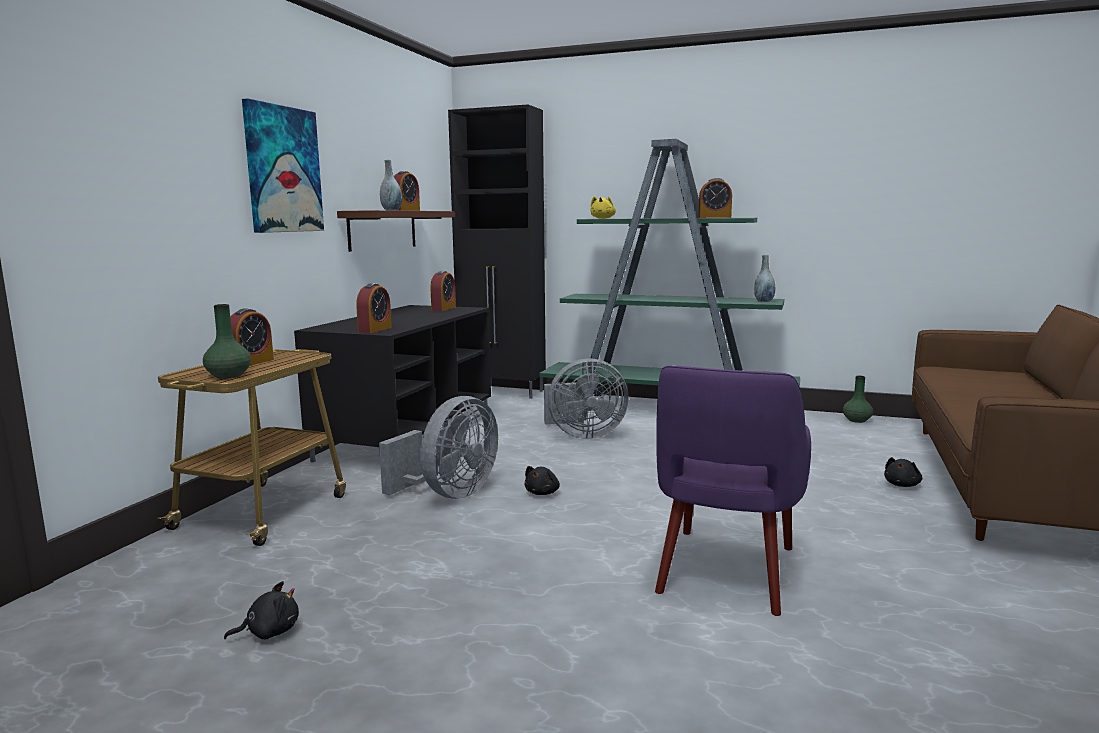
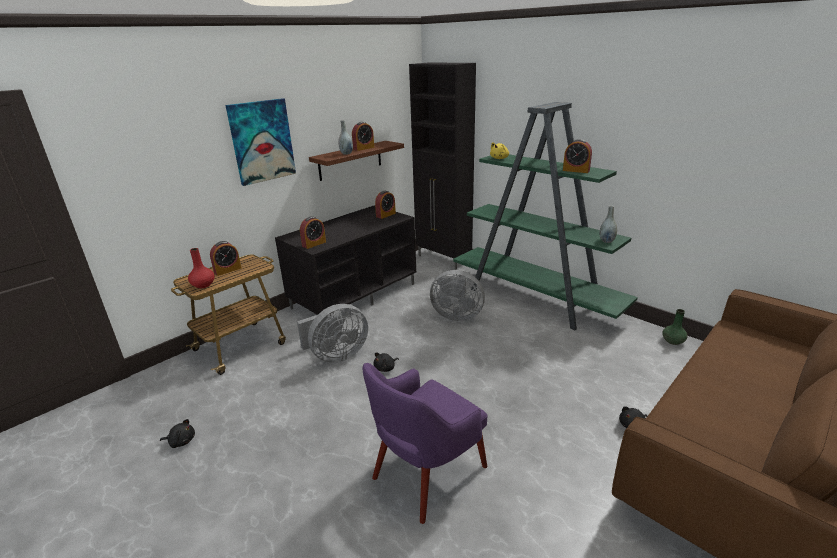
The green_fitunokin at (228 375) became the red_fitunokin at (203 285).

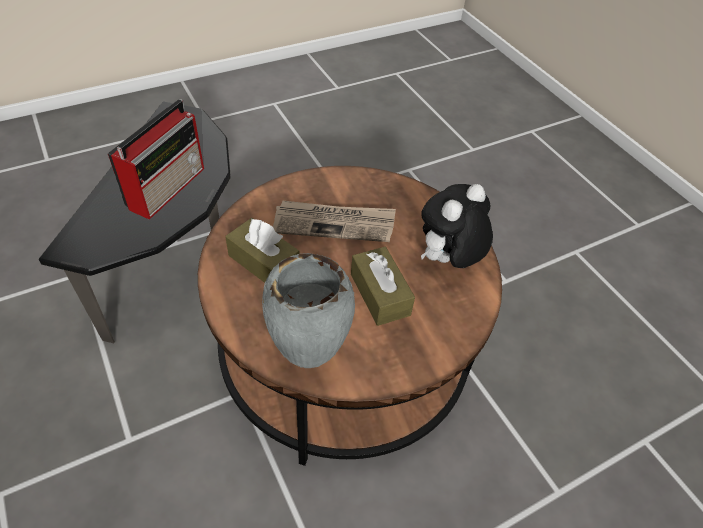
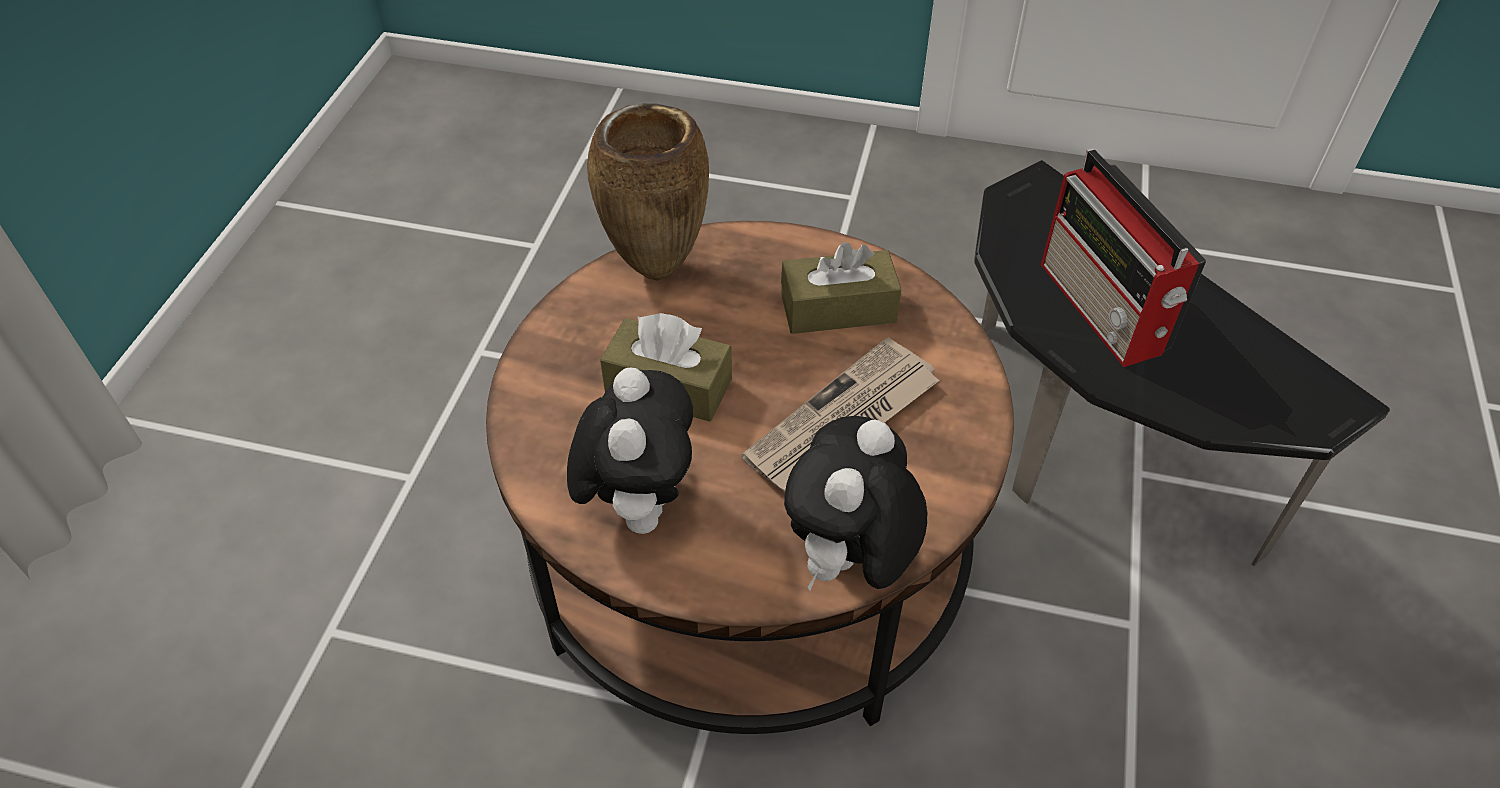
The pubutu at (849 562) appeared. The grey_fitunokin at (308 359) became the brown_fitunokin at (656 269).

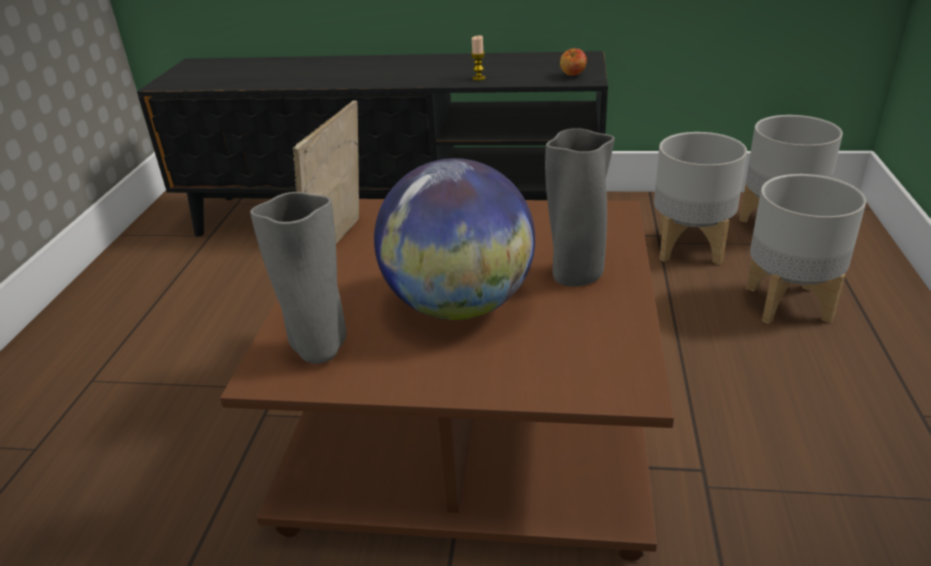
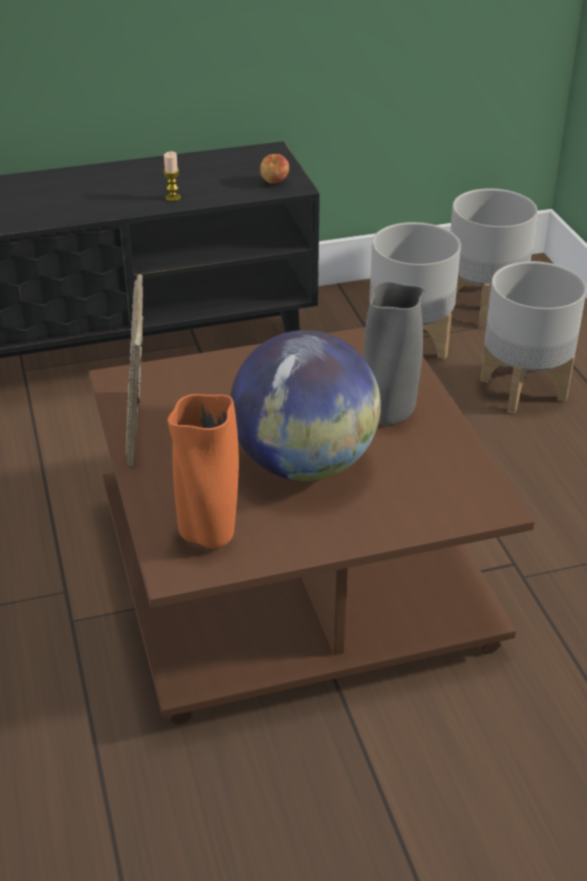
The grey_fitunokin at (319 351) became the orange_fitunokin at (208 536).

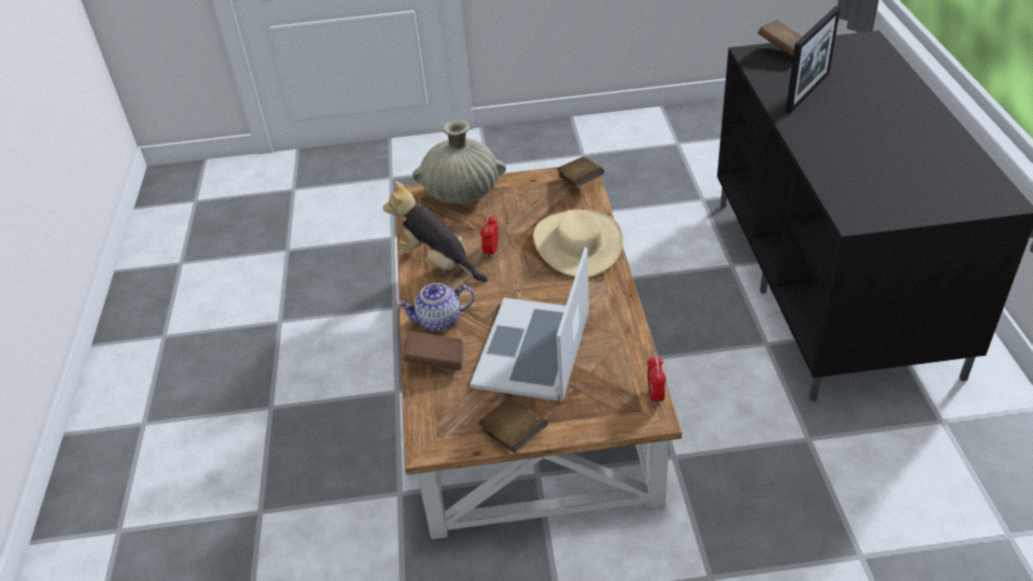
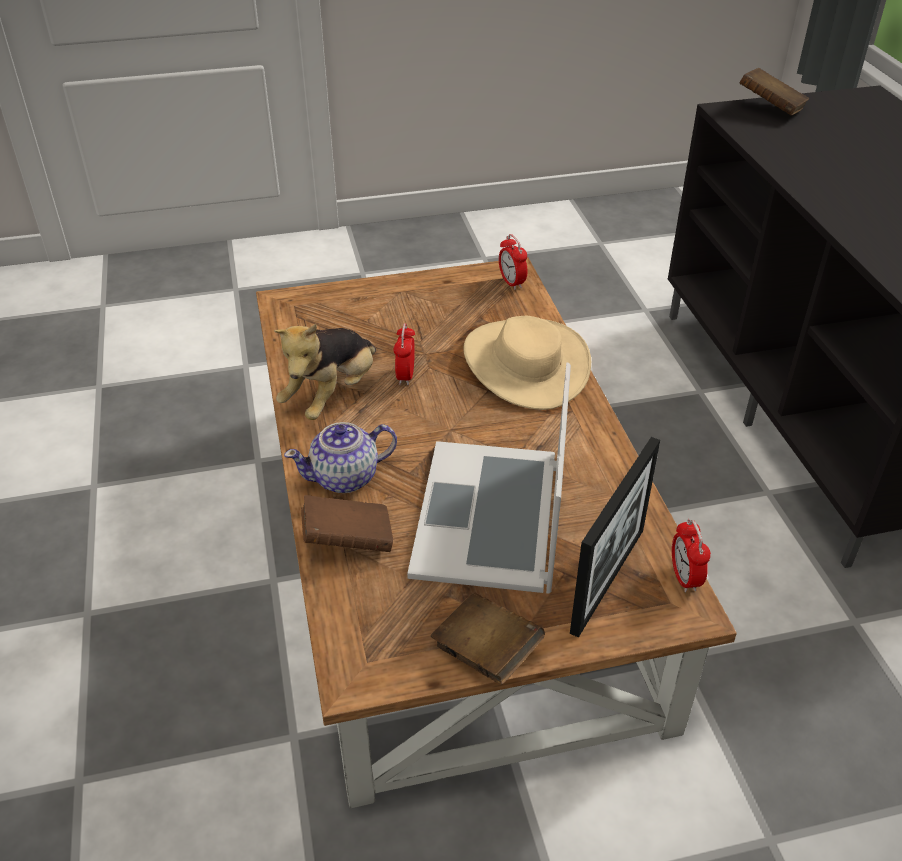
The beige_fitunokin at (462 193) disappeared. The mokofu moved from (807 92) to (608 579). The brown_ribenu at (580 182) was replaced by the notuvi at (512 283). The pubutu at (438 263) turned 90 degrees counterclockwise.

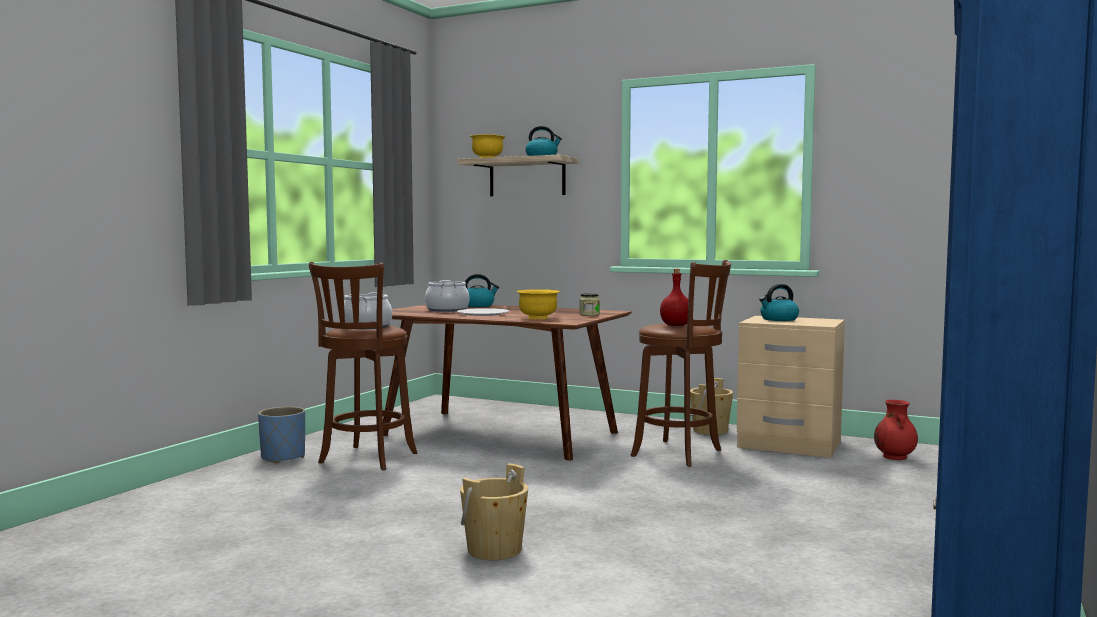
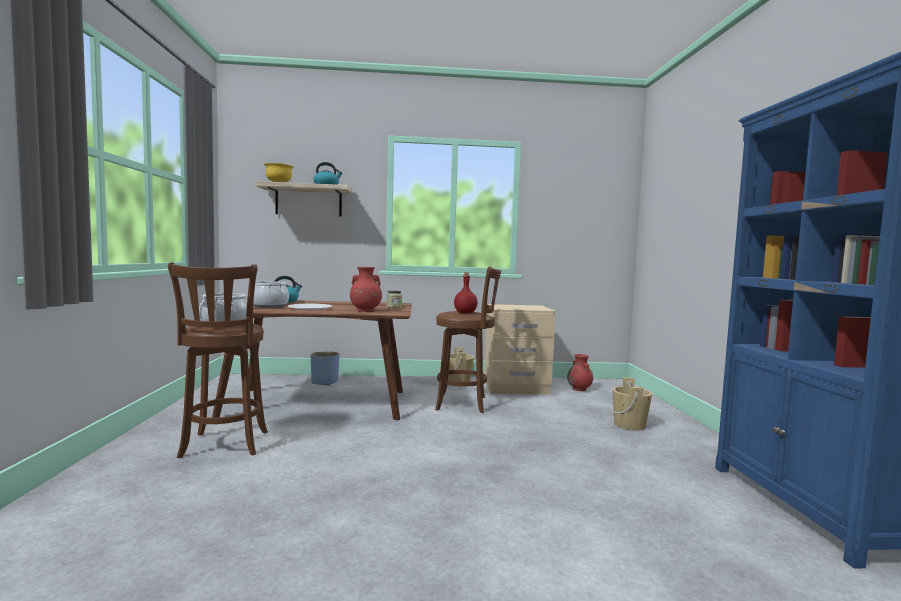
The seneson at (778 319) disappeared. The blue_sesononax moved from (283 457) to (324 382). The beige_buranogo moved from (494 550) to (629 425). The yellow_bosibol at (538 318) was replaced by the red_fitunokin at (365 310).

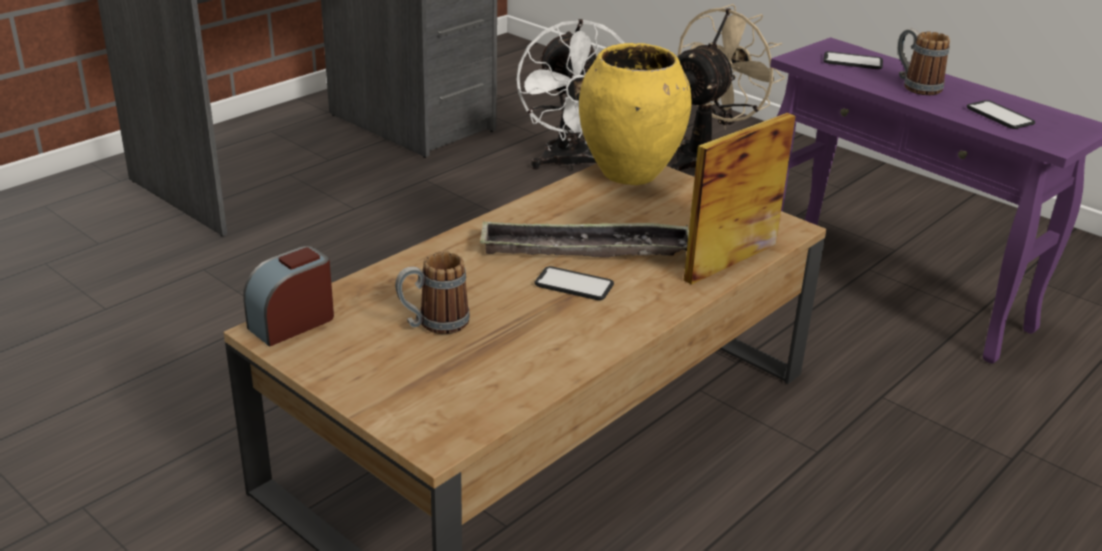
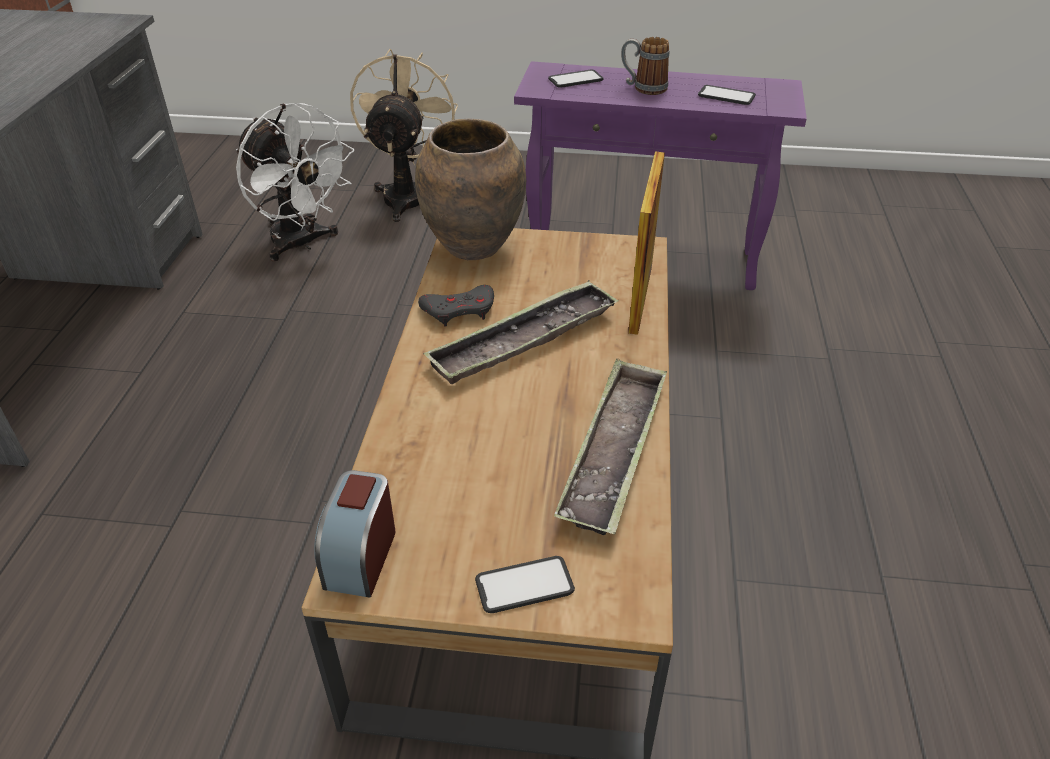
The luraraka at (433 324) disappeared. The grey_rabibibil at (459 310) appeared. The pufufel at (614 451) appeared. The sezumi moved from (574 285) to (524 585). The yellow_fitunokin at (630 174) became the brown_fitunokin at (474 247).

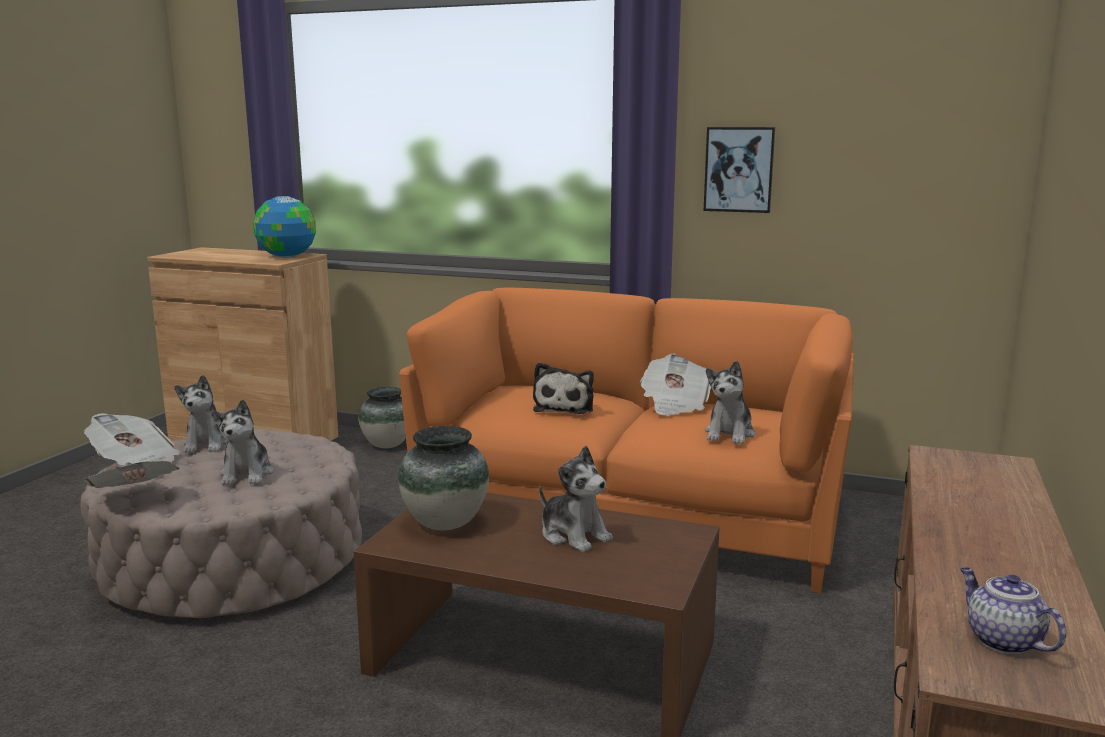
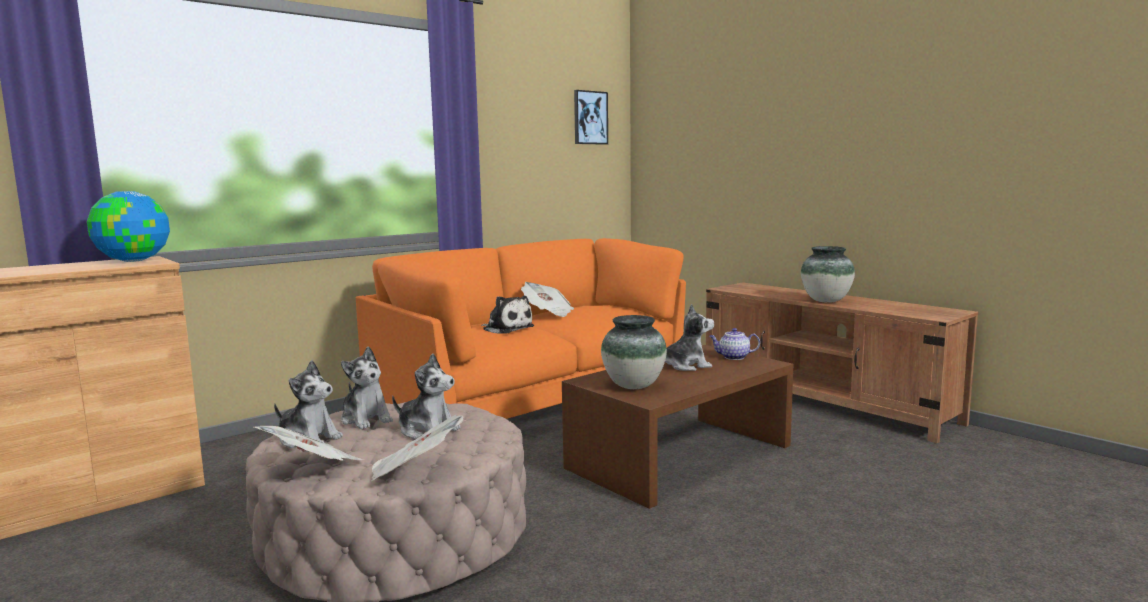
The fitunokin moved from (386 445) to (825 301). The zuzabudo moved from (739 169) to (590 117). The pubutu moved from (729 434) to (366 419). The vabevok moved from (1002 640) to (733 357).

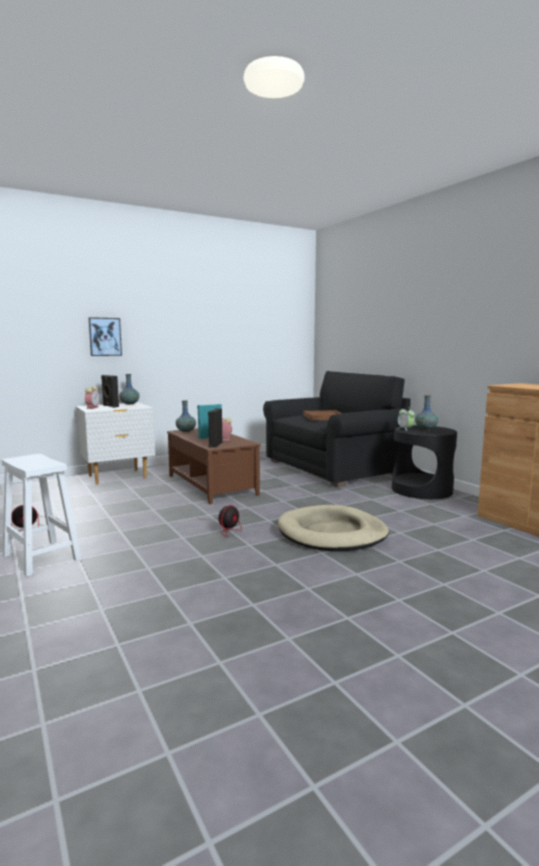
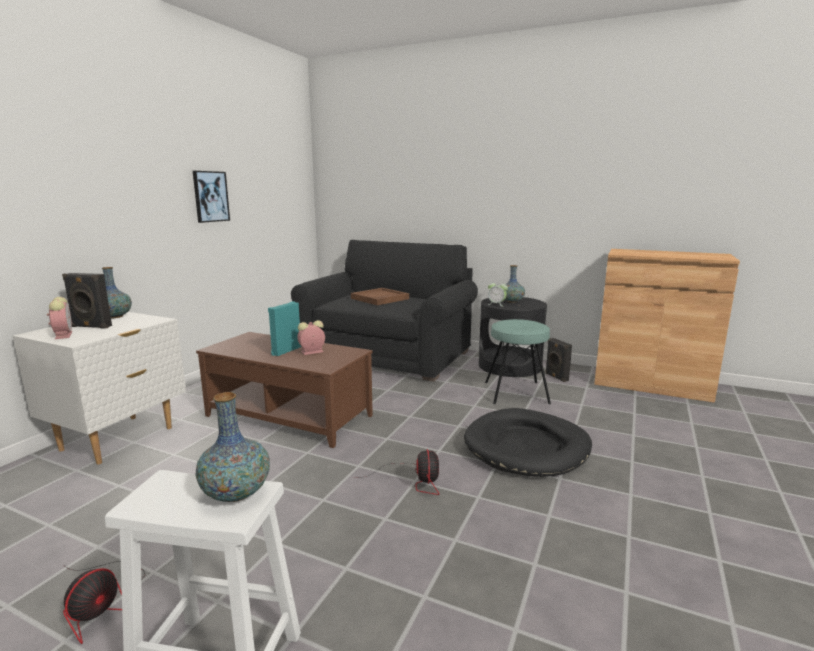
The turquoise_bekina at (516 393) appeared. The zuzabudo moved from (105 337) to (210 196). The fitunokin moved from (186 431) to (236 493). The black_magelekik moved from (215 445) to (556 377). The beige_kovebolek at (332 533) became the black_kovebolek at (527 447).

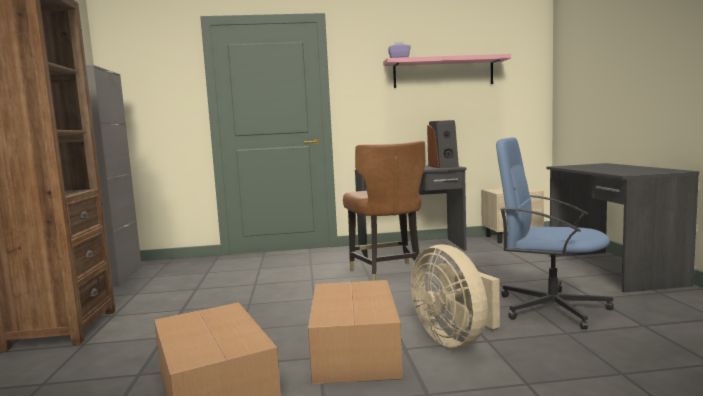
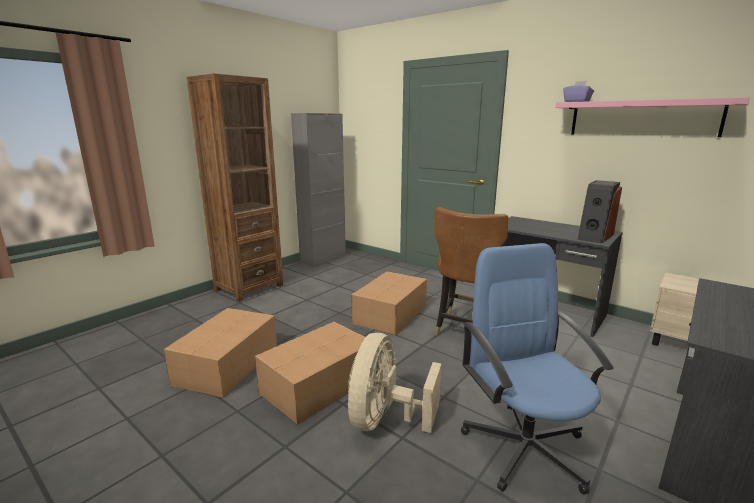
The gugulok at (391 313) appeared.

